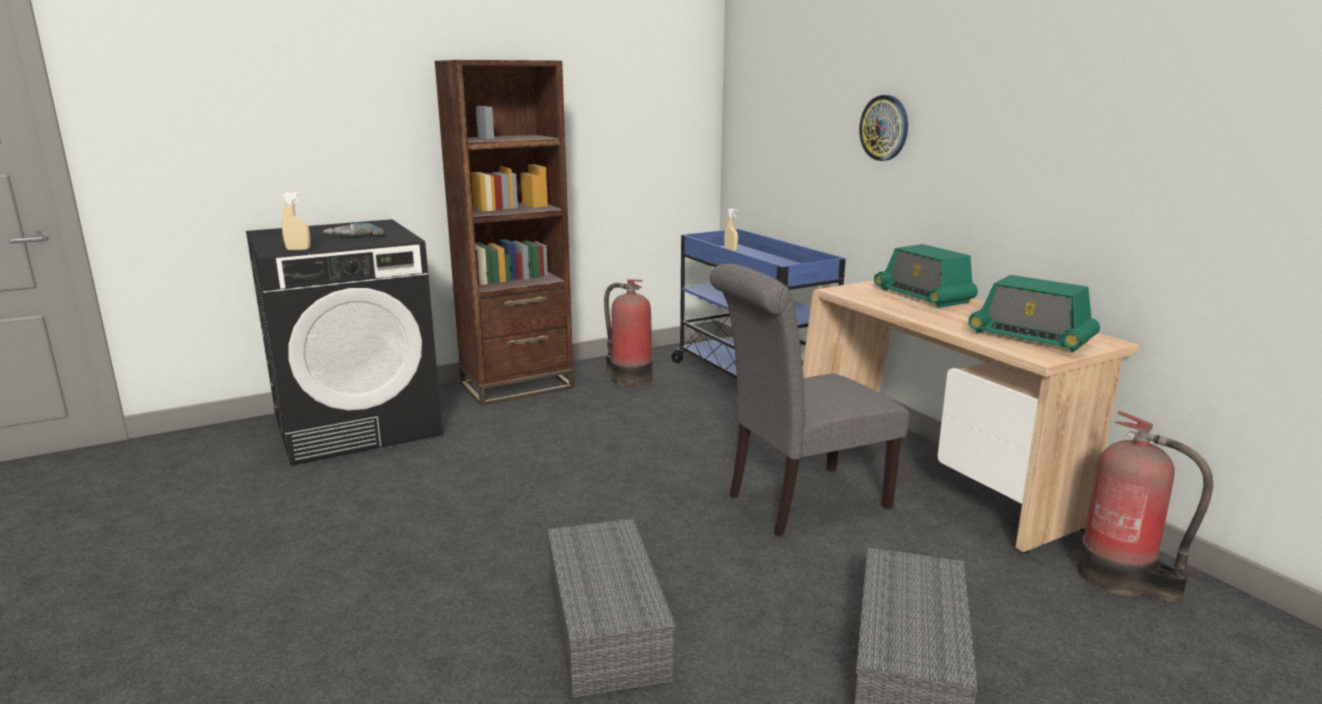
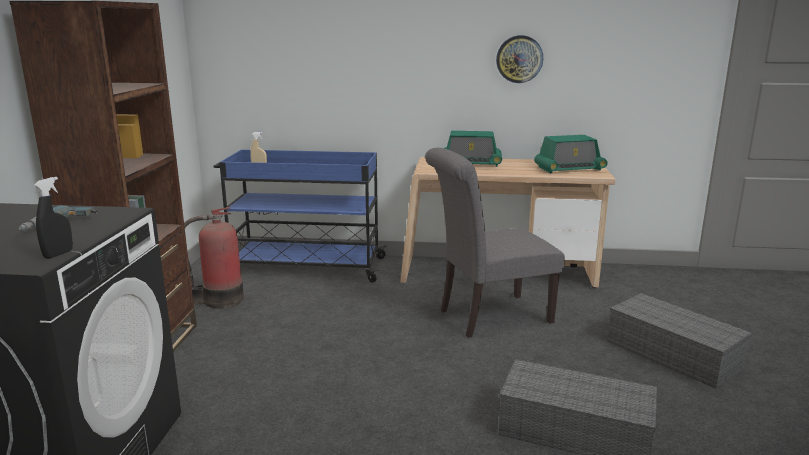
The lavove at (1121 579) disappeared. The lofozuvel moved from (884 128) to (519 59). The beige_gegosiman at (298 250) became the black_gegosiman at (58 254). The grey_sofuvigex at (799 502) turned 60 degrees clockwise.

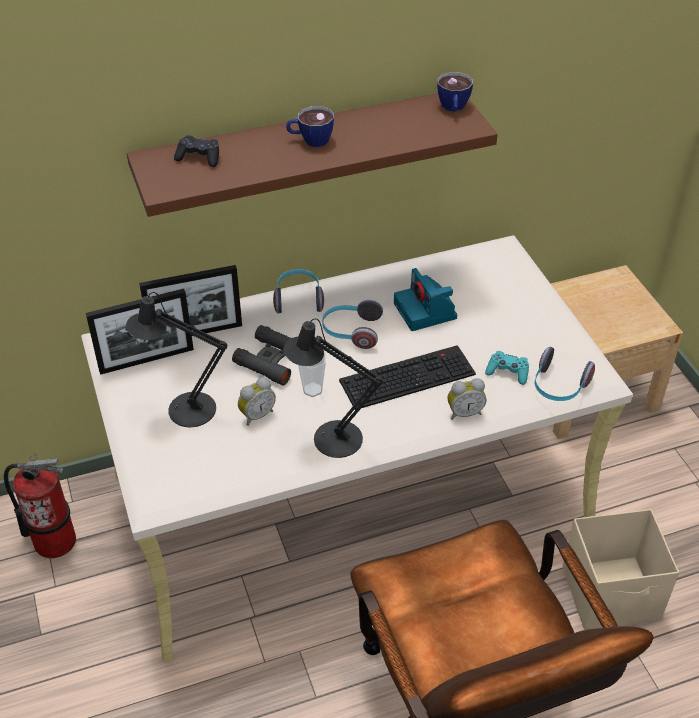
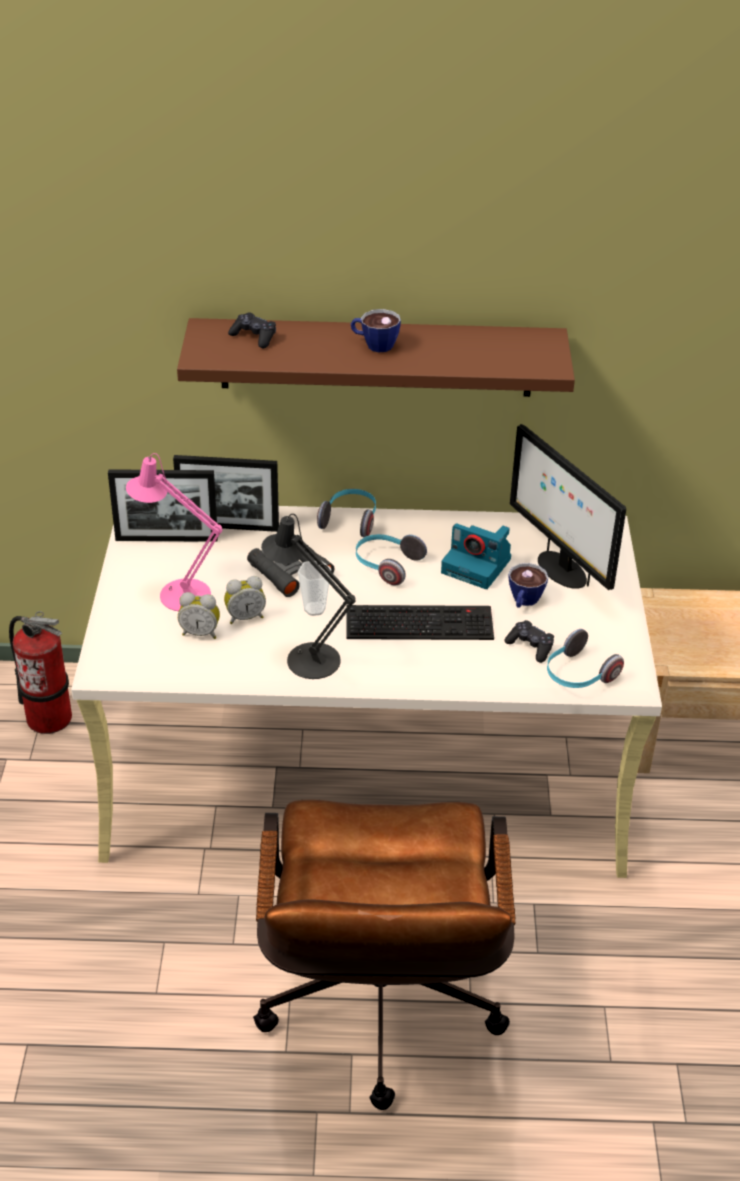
The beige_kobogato at (612 594) disappeared. The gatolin at (560 569) appeared. The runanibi moved from (453 108) to (524 602). The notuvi moved from (464 412) to (200 632). The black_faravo at (184 409) became the pink_faravo at (178 593). The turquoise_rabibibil at (507 372) became the black_rabibibil at (530 646). The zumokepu at (426 311) turned 60 degrees counterclockwise.

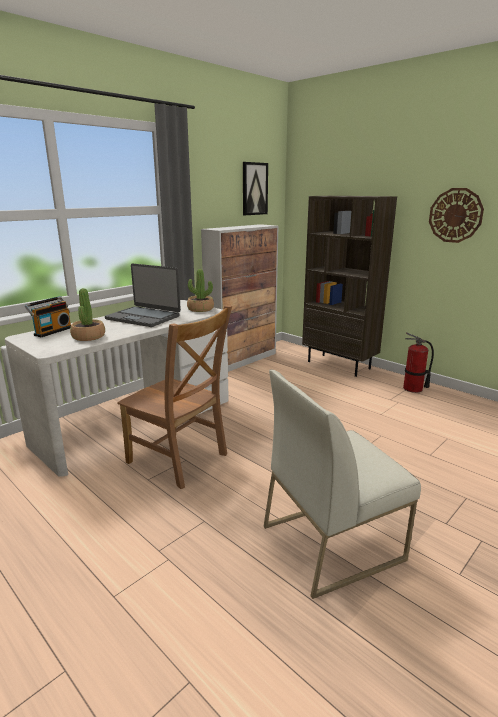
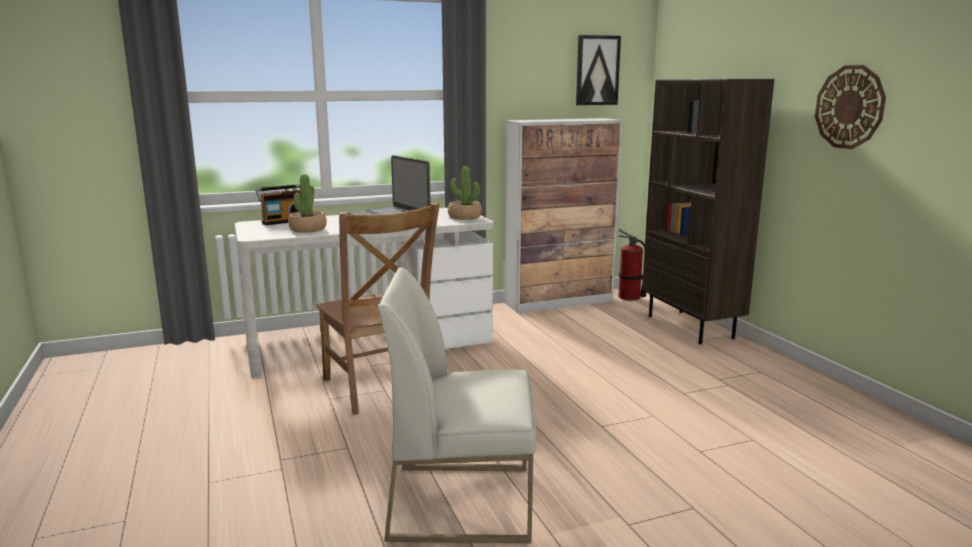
The lavove moved from (413 389) to (629 297).

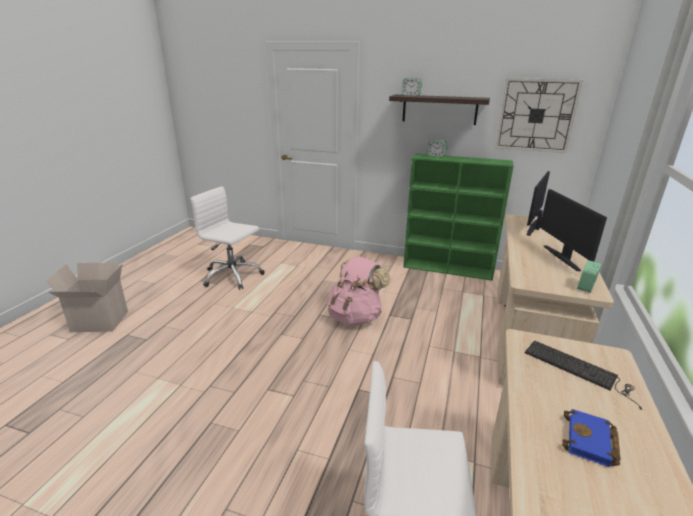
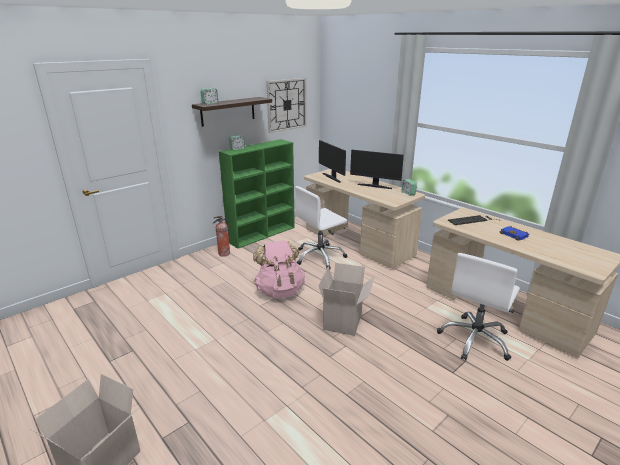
The lavove at (223 254) appeared. The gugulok at (344 322) appeared. The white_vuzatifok moved from (232 276) to (320 257).

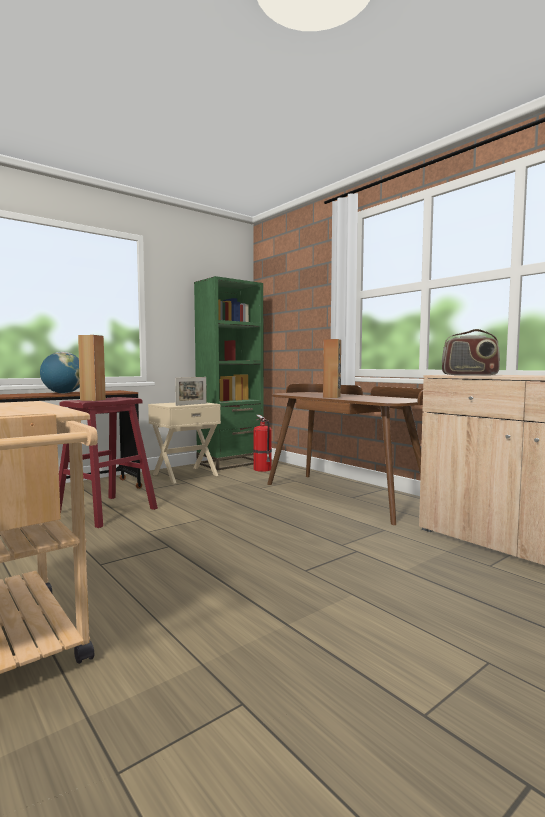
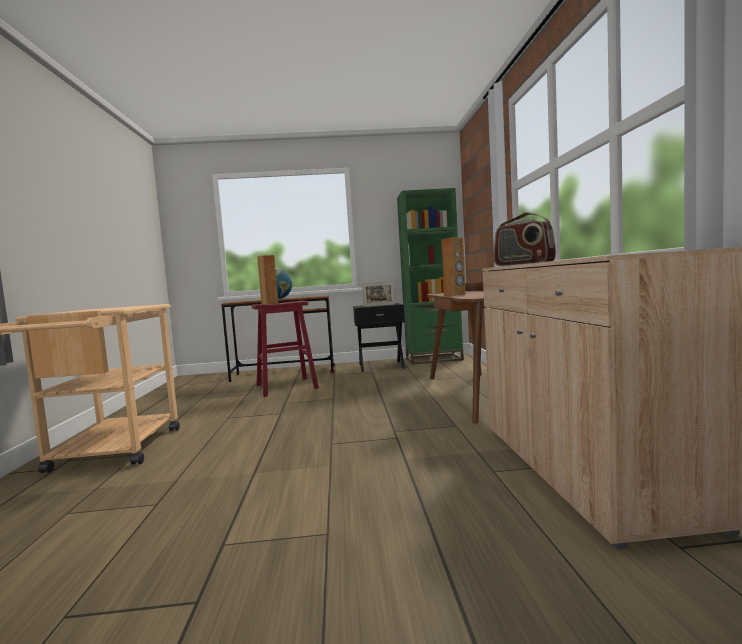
The lavove at (263 469) disappeared. The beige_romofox at (185 475) became the black_romofox at (381 366).

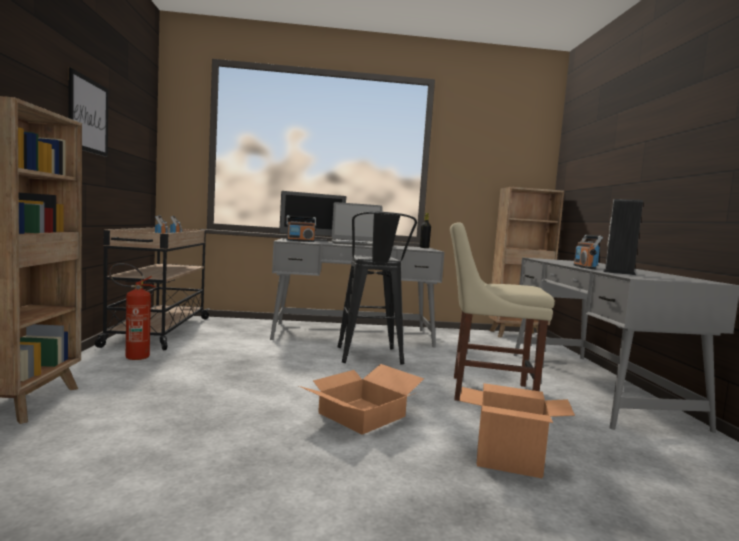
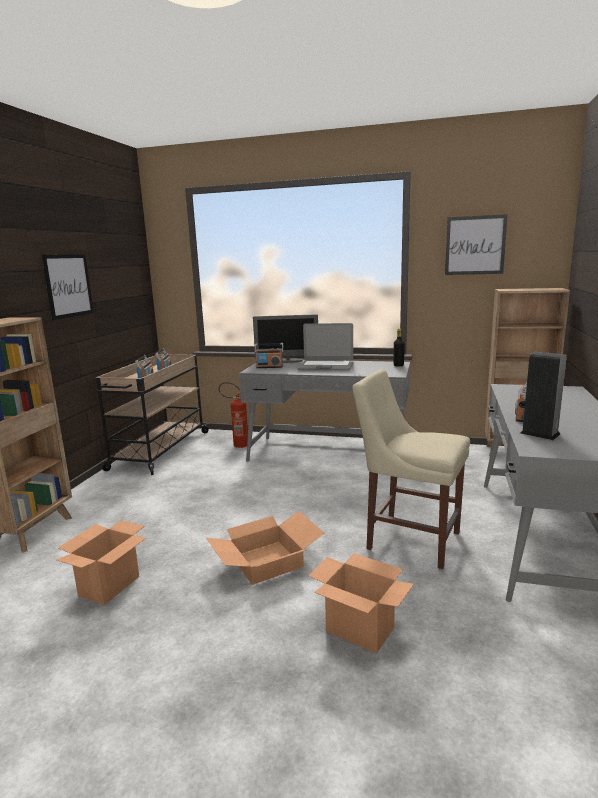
The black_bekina at (370 358) disappeared. The gugulok at (109 585) appeared. The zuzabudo at (475 245) appeared. The lavove moved from (131 357) to (237 445).

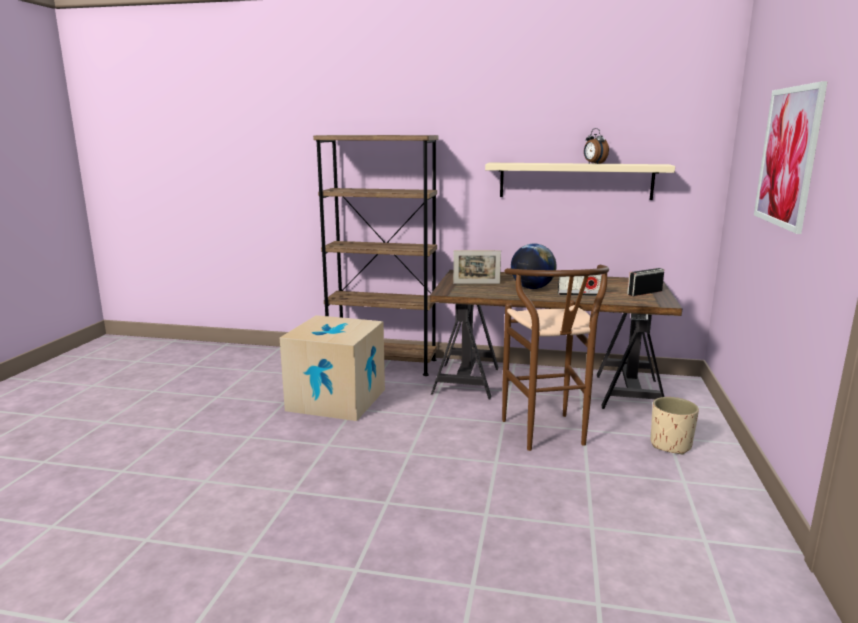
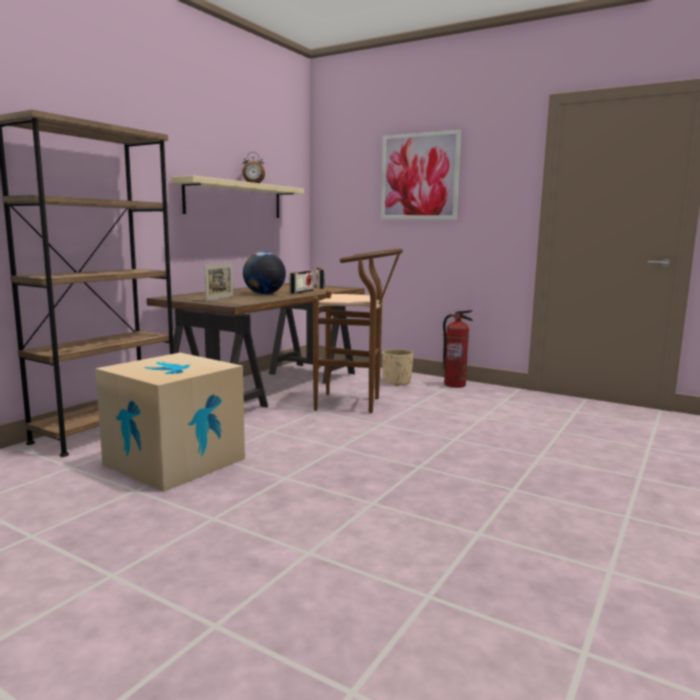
The lavove at (454 385) appeared.

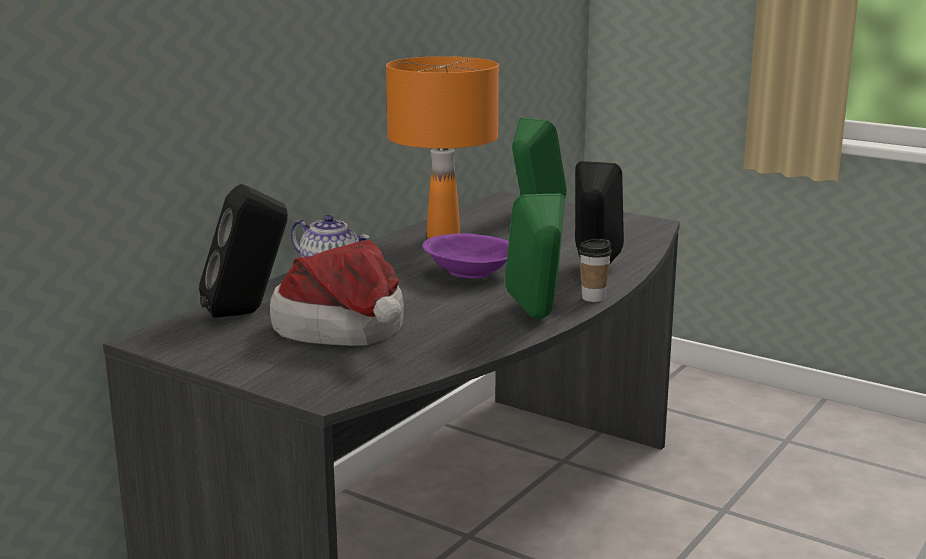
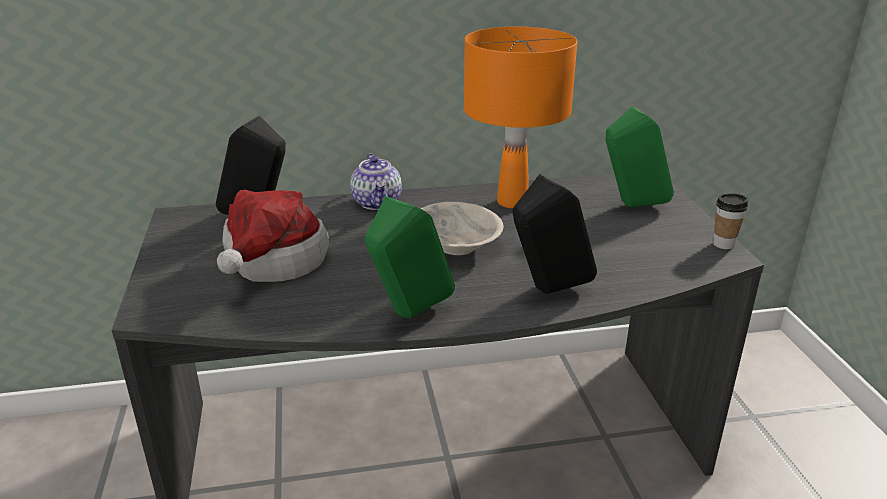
The runanibi moved from (593 298) to (723 244). The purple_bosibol at (470 274) became the beige_bosibol at (456 246).

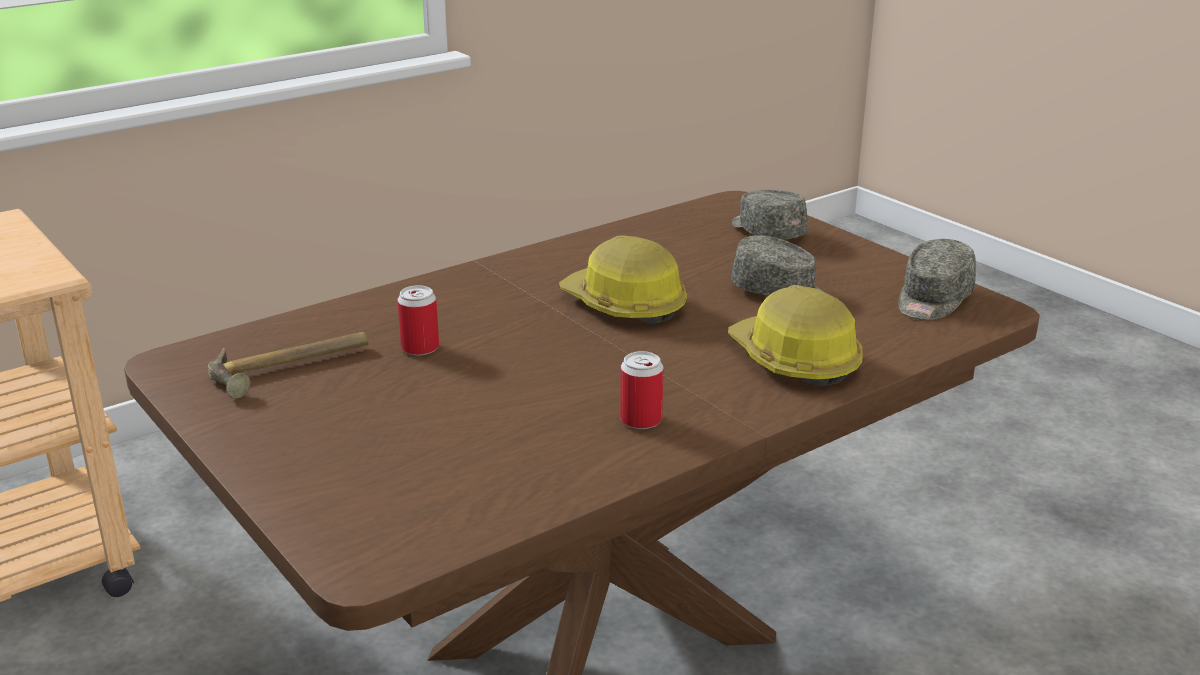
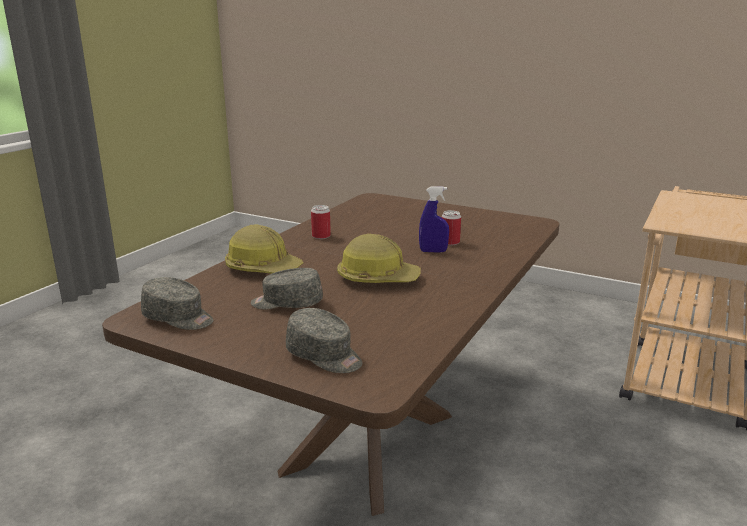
The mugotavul at (292 368) disappeared. The blue_gegosiman at (433 251) appeared. The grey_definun at (933 300) turned 105 degrees clockwise.

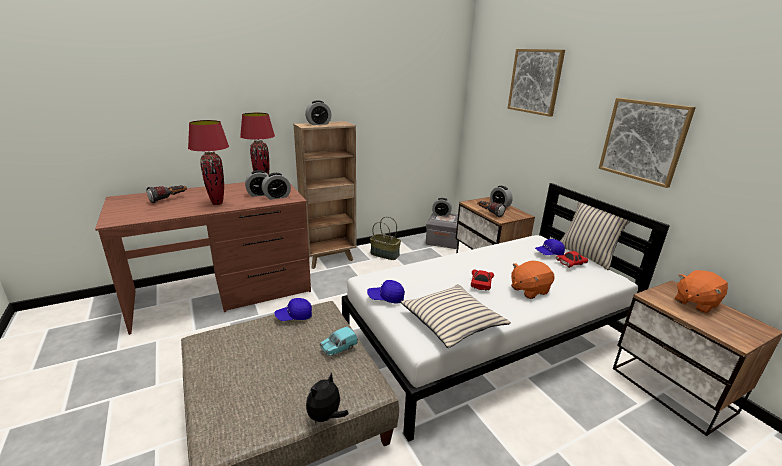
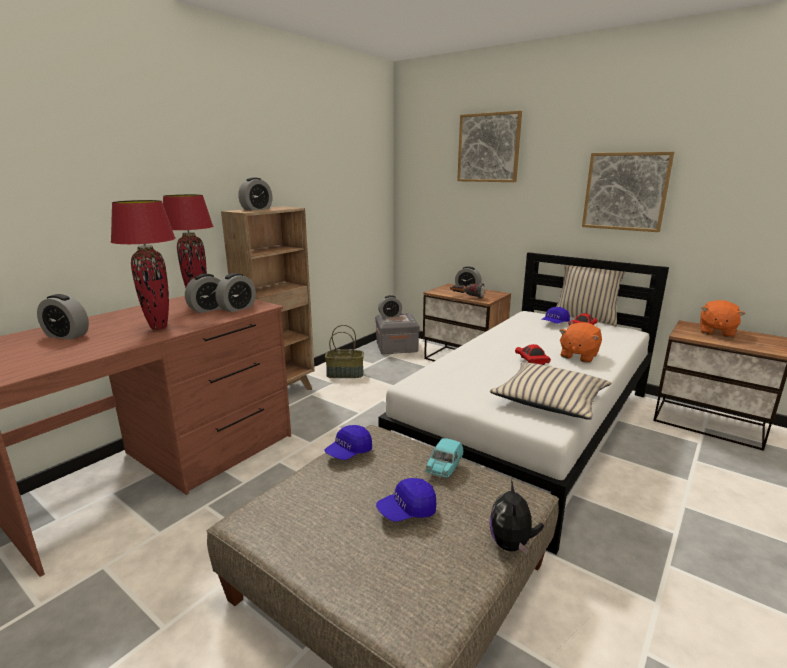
The blue_definun moved from (386 298) to (407 511). The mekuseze at (169 199) was replaced by the notuvi at (67 335).

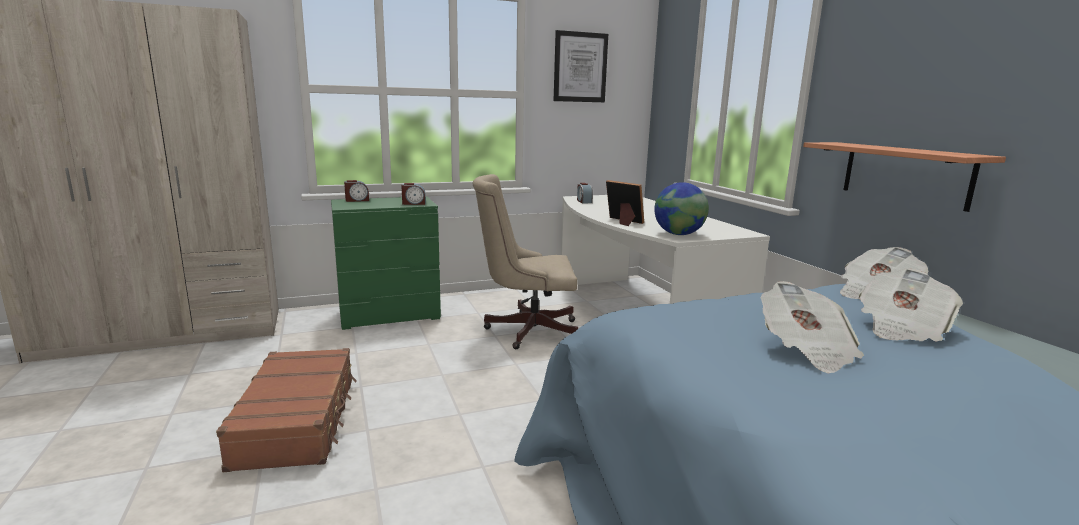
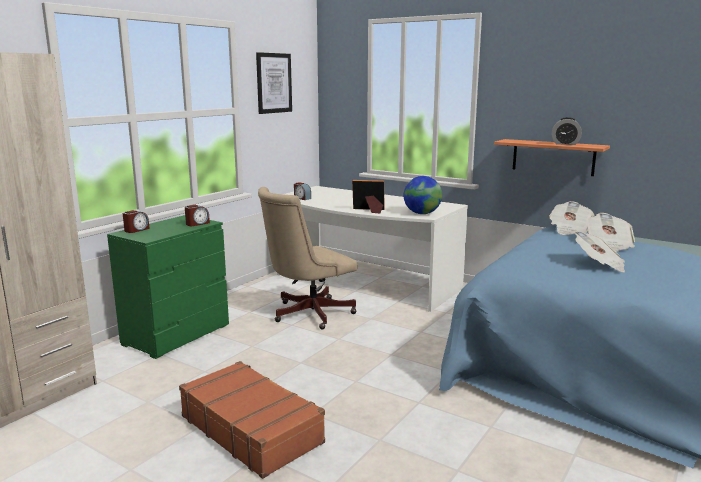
The notuvi at (565 144) appeared.

